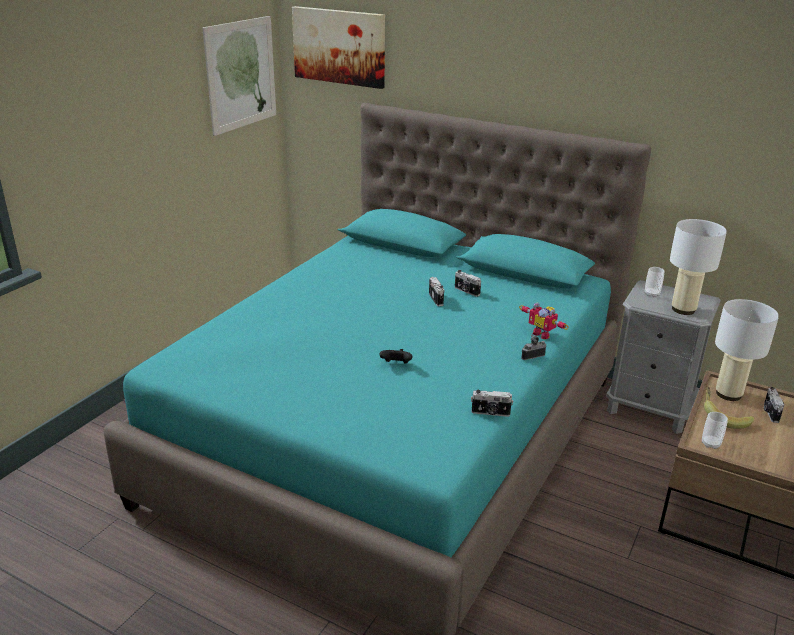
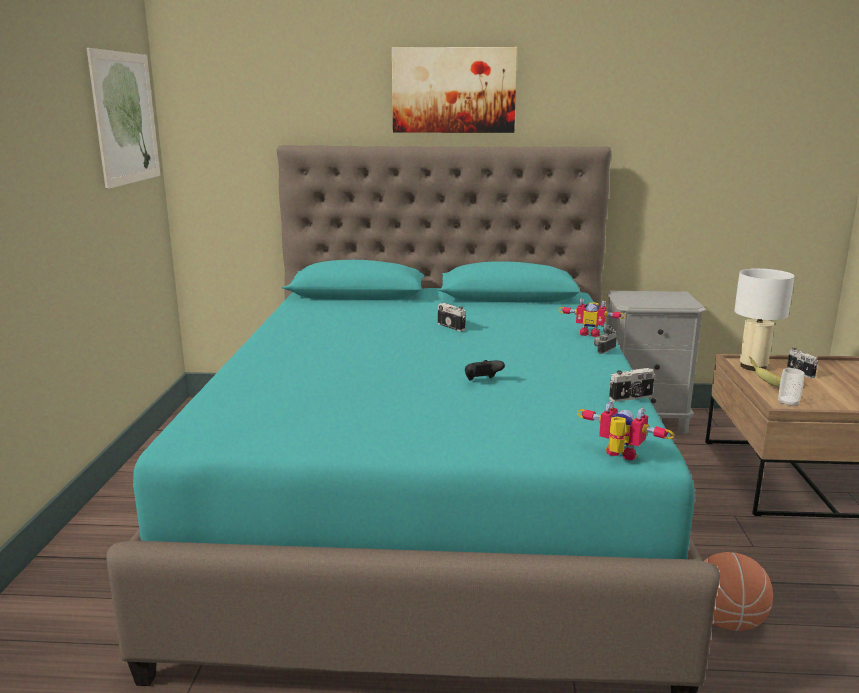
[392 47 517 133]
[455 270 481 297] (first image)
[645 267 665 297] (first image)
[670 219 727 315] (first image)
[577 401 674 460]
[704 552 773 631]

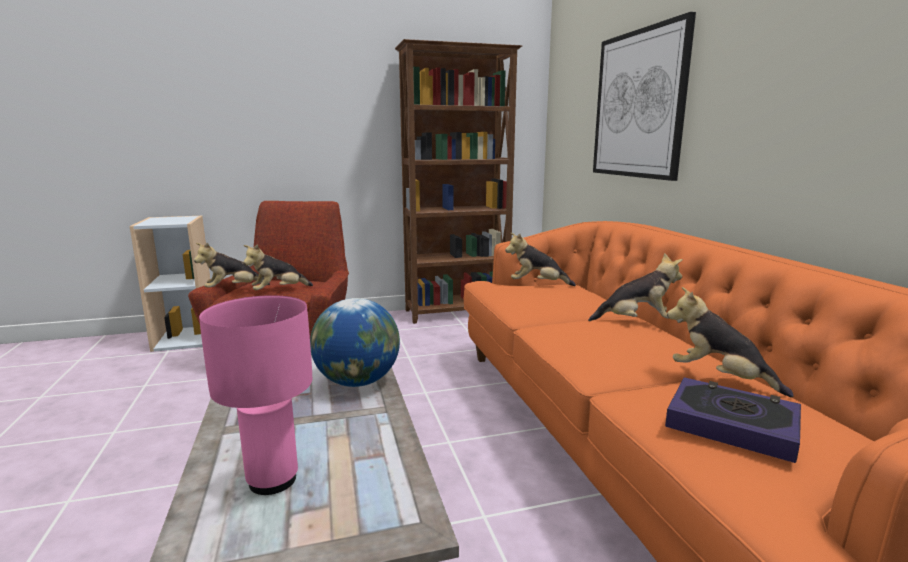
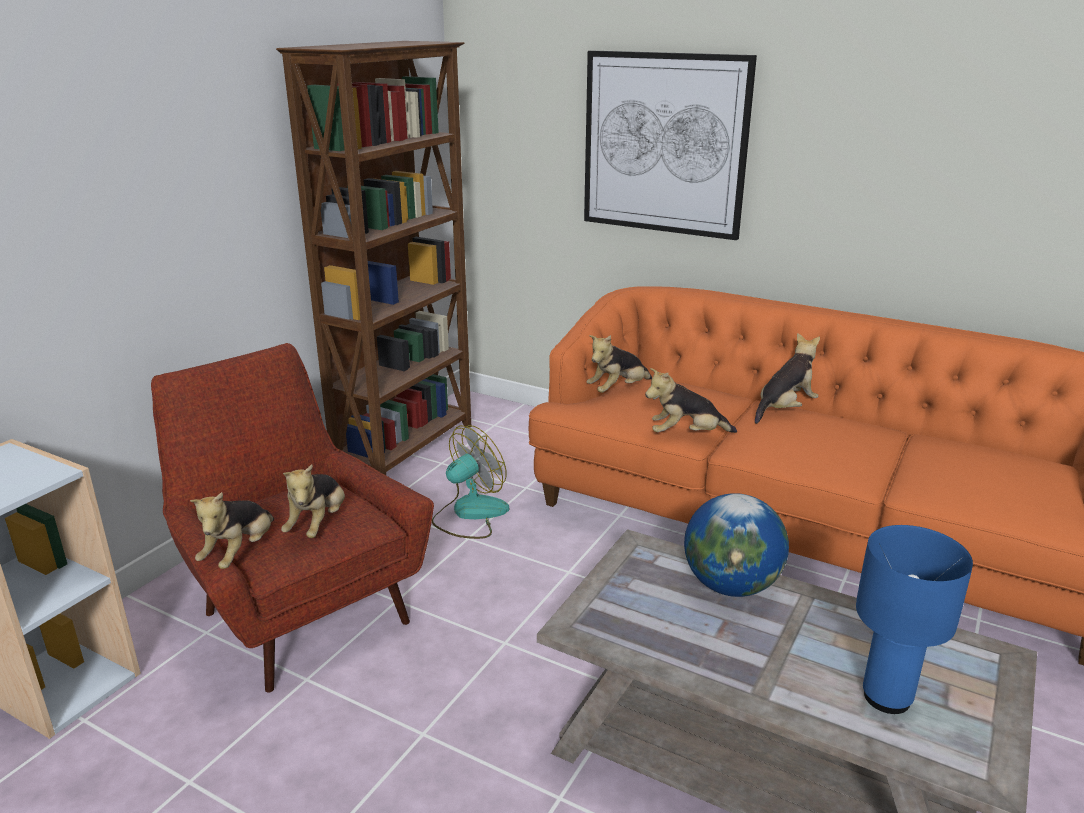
[856 525 973 714]
[665 377 801 463] (first image)
[645 368 737 433]
[432 425 509 539]

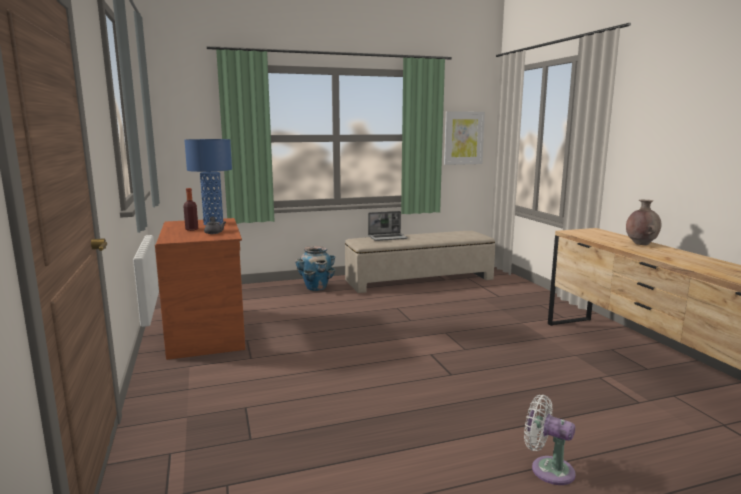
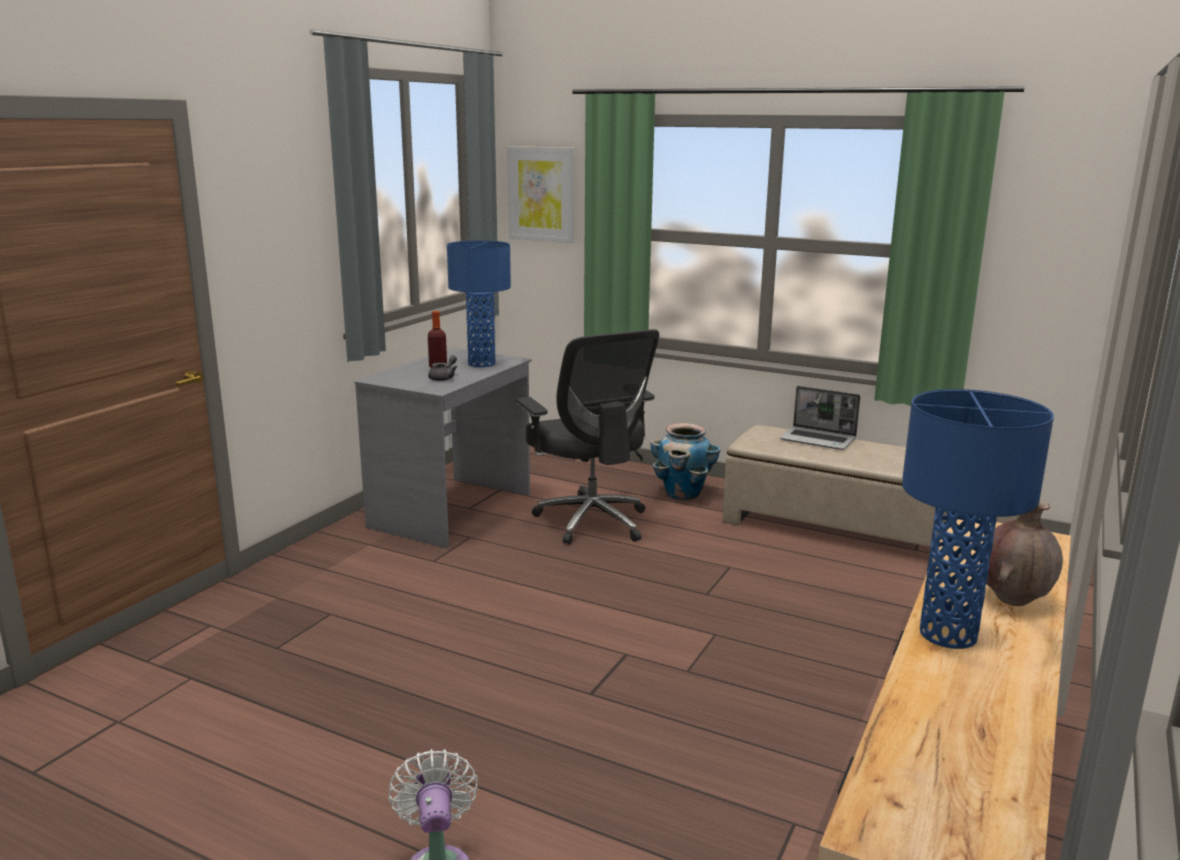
[355 348 532 548]
[507 146 574 243]
[516 329 659 545]
[902 389 1054 649]

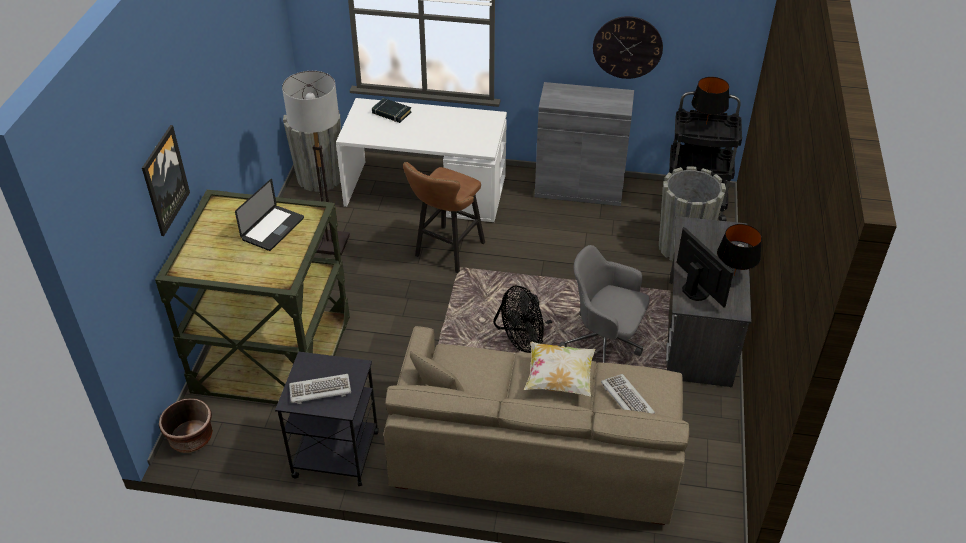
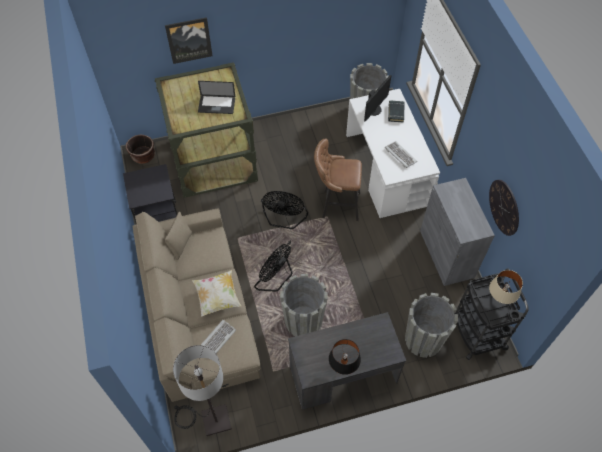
[173 345 232 436]
[385 141 417 168]
[280 274 328 336]
[364 75 391 122]
[489 270 523 304]
[261 191 308 244]

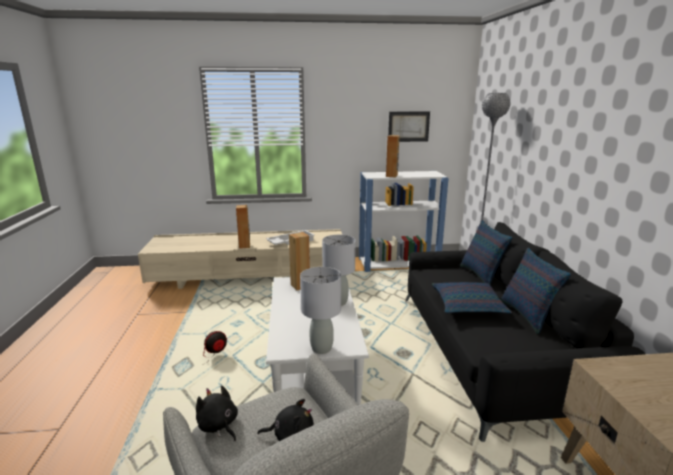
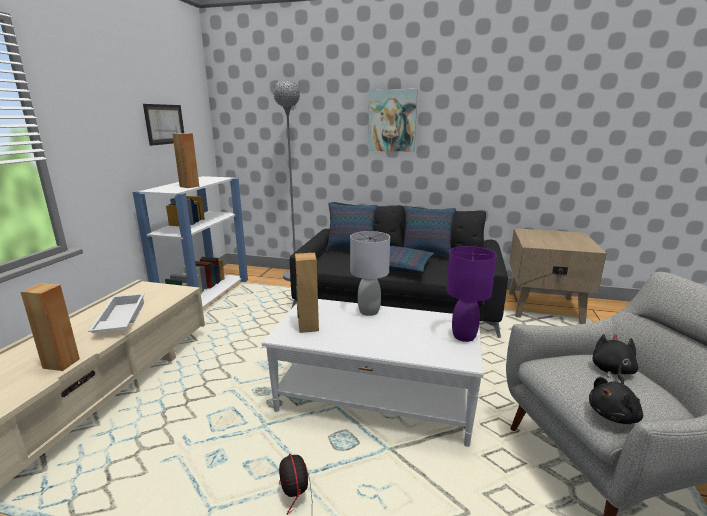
[446 246 497 342]
[368 89 418 152]

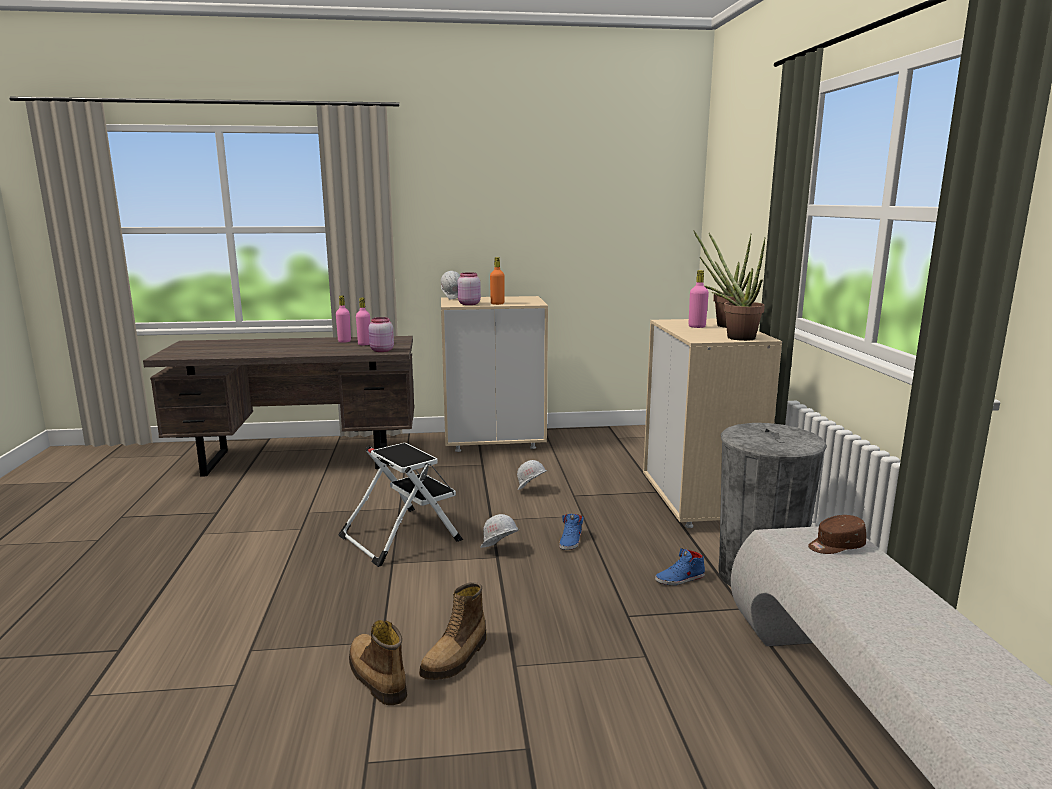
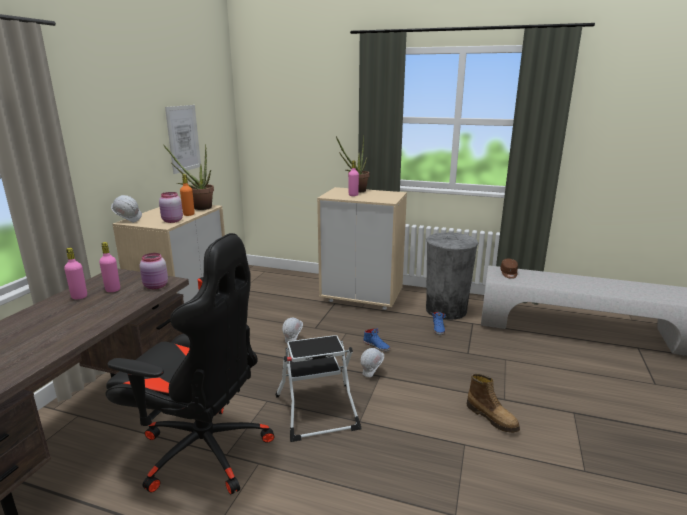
[349 620 407 705] (first image)
[163 144 214 210]
[105 233 274 494]
[165 105 201 174]

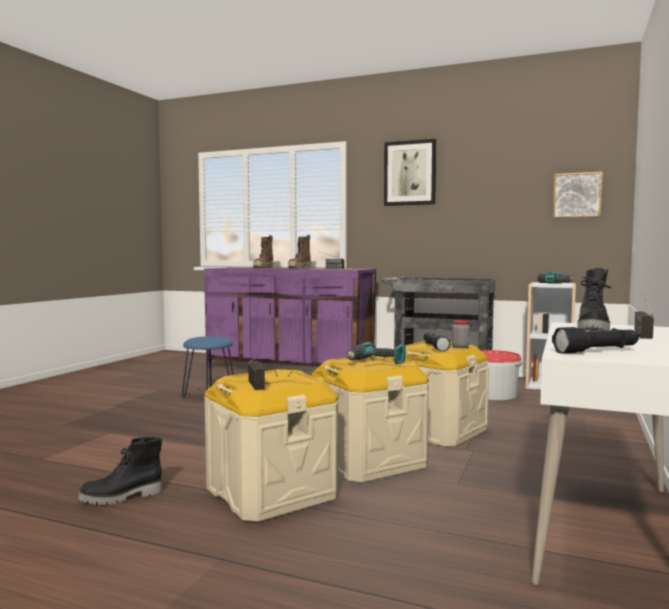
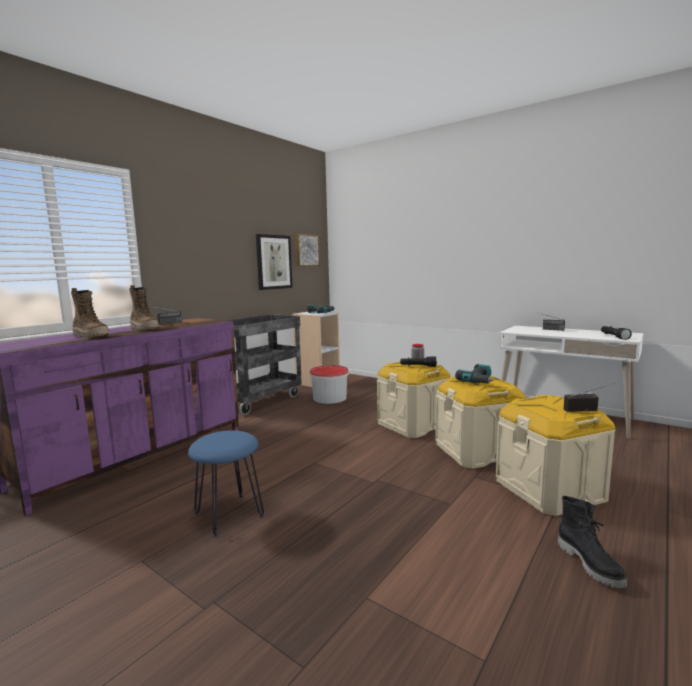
[256 234 293 290]
[577 268 611 331] (first image)

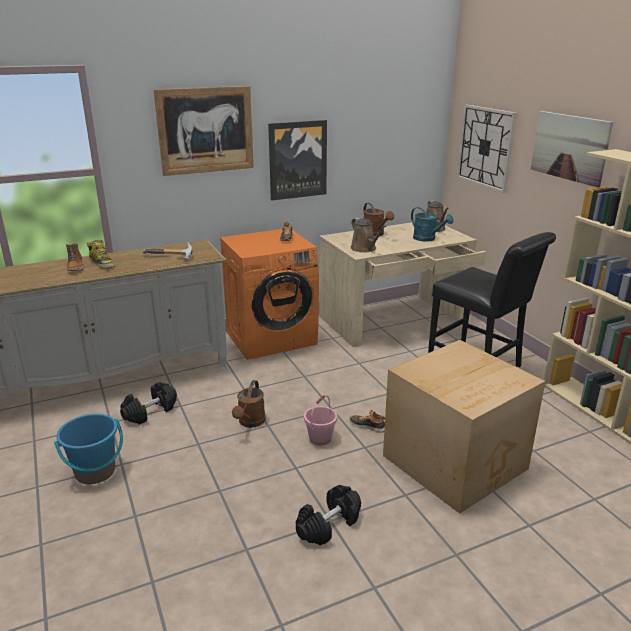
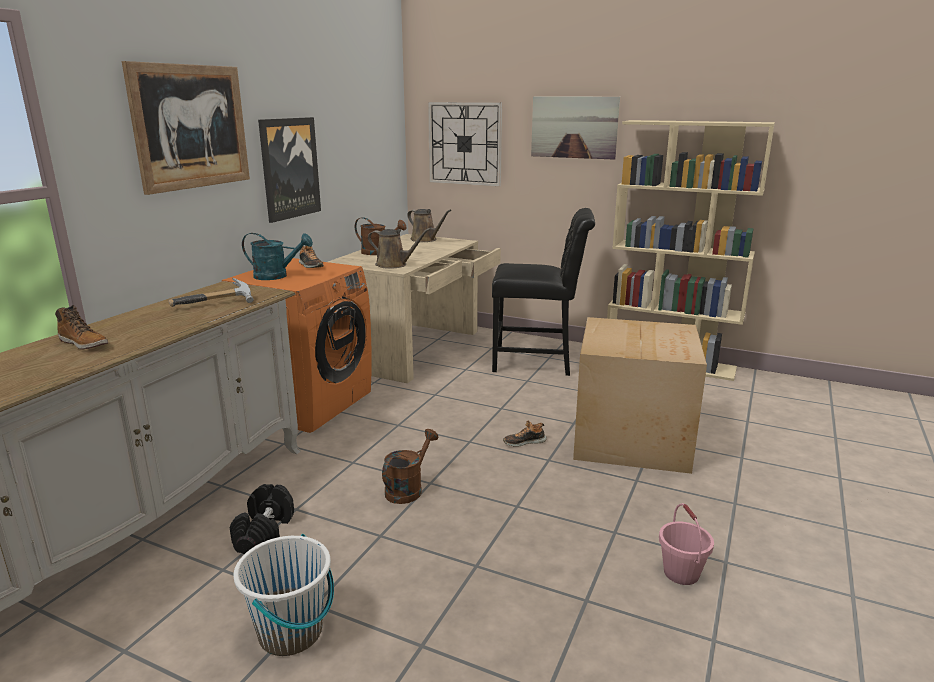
[233 534 334 656]
[87 240 115 269] (first image)
[382 429 439 504]
[296 485 361 545] (first image)
[659 503 714 585]
[242 233 313 280]

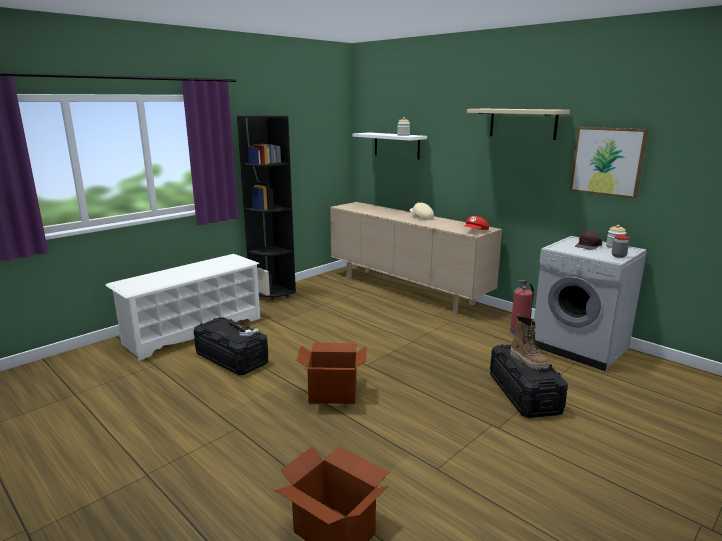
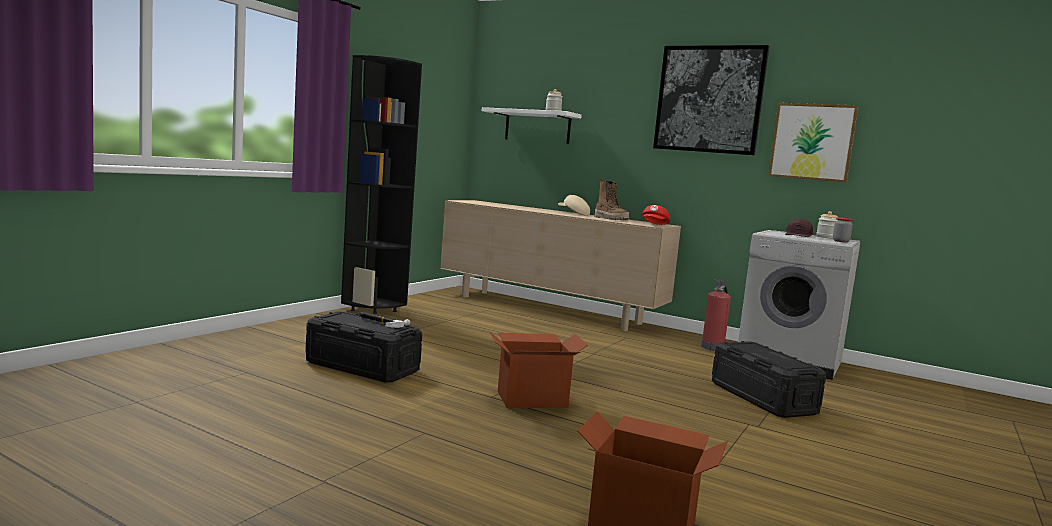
[105 254 260 361] (first image)
[653 45 769 156]
[594 179 629 220]

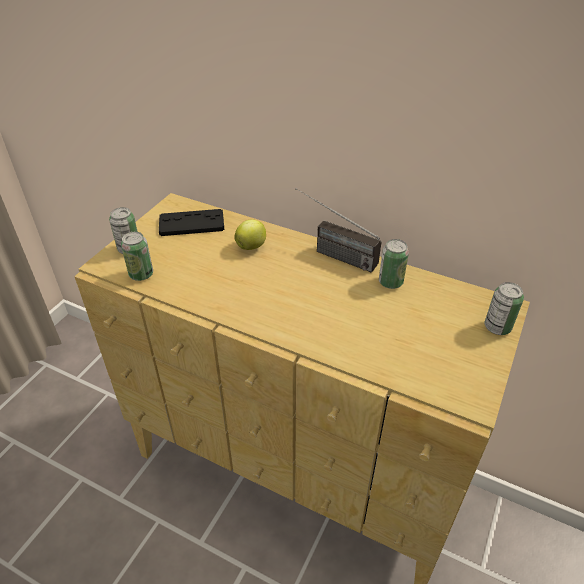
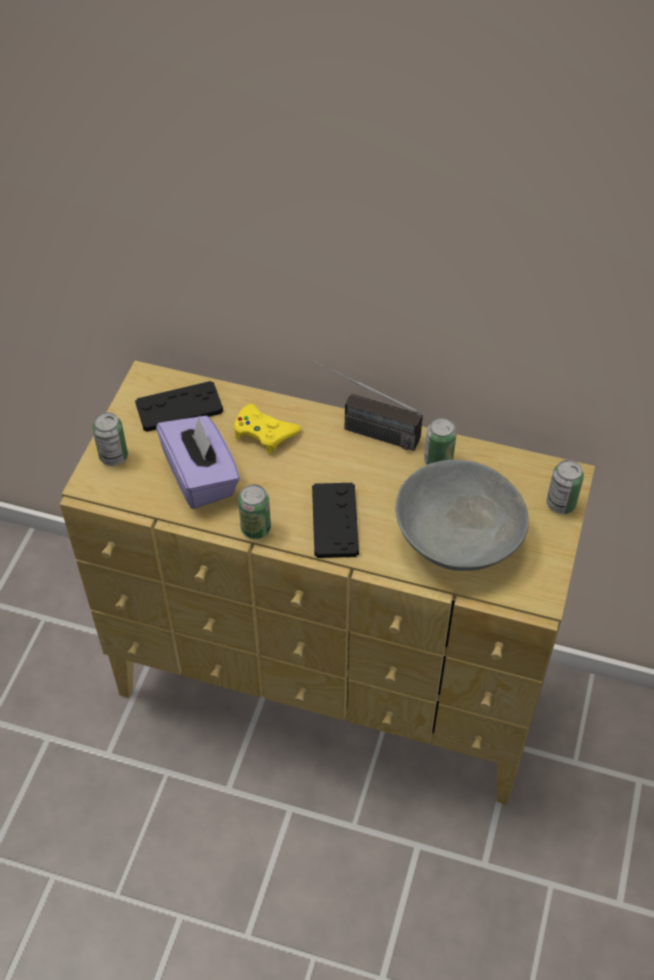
[238 484 271 539]
[234 404 302 454]
[156 416 240 509]
[312 483 359 558]
[396 460 529 571]

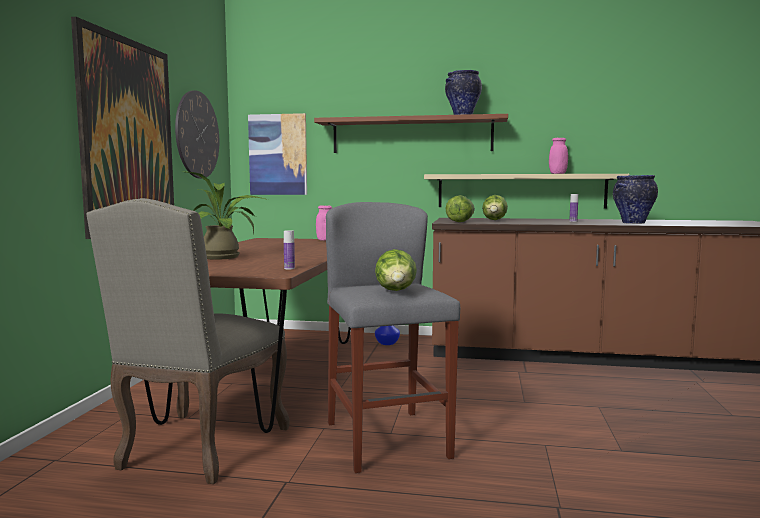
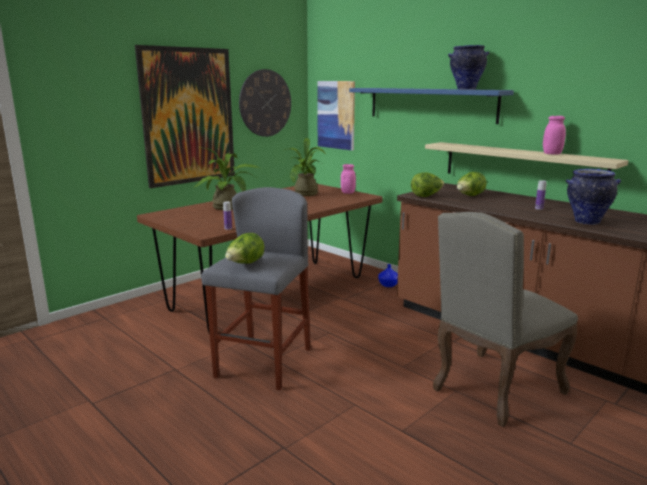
[433 212 578 427]
[349 88 514 124]
[285 138 326 196]

